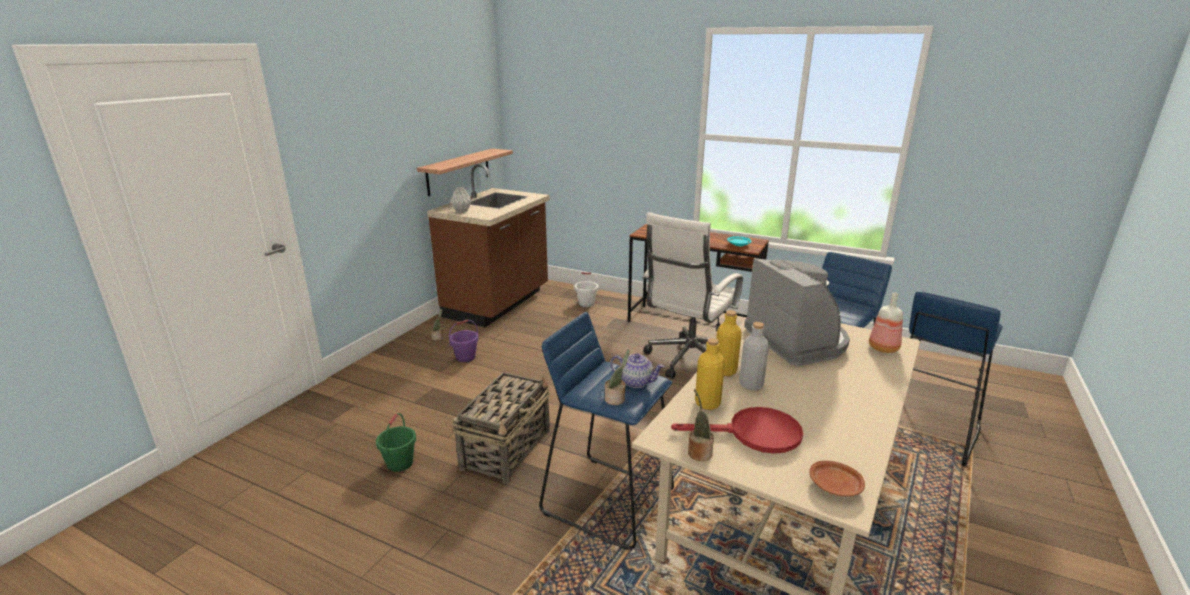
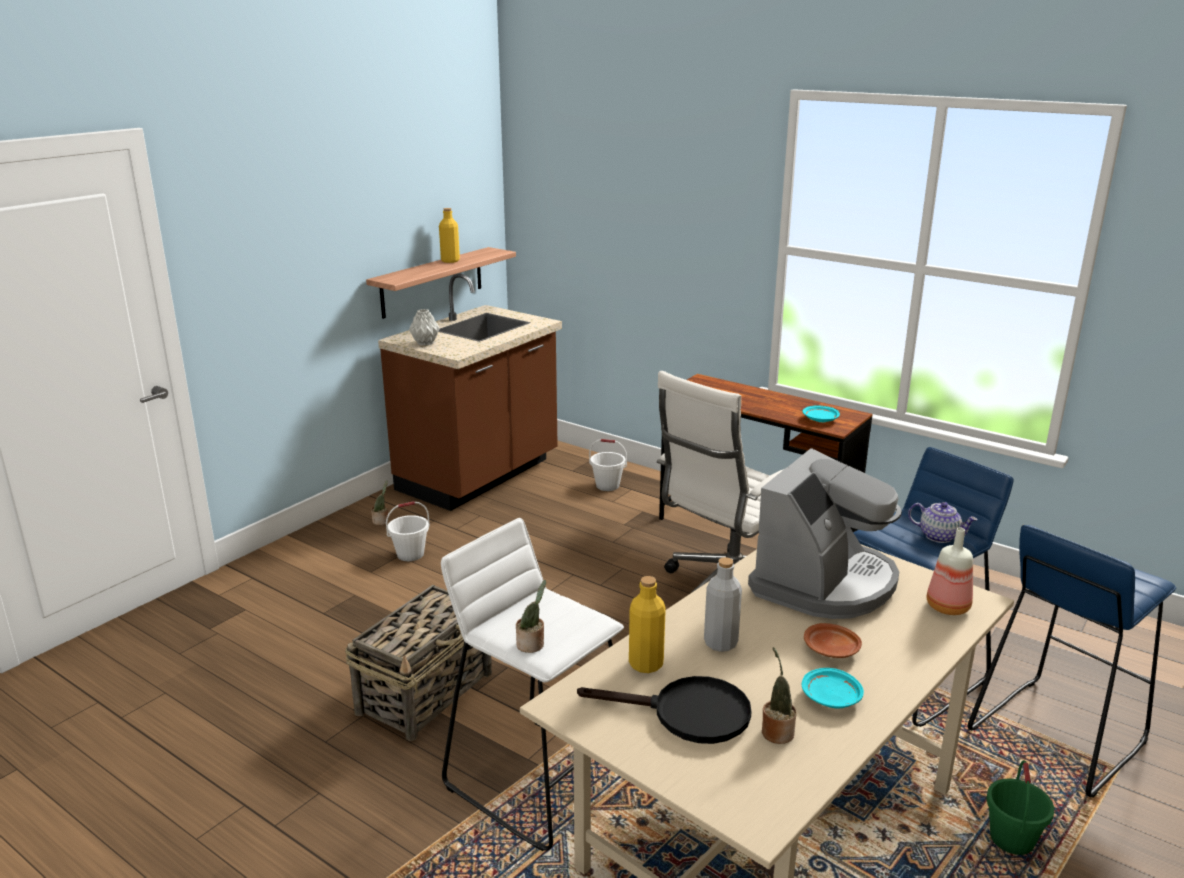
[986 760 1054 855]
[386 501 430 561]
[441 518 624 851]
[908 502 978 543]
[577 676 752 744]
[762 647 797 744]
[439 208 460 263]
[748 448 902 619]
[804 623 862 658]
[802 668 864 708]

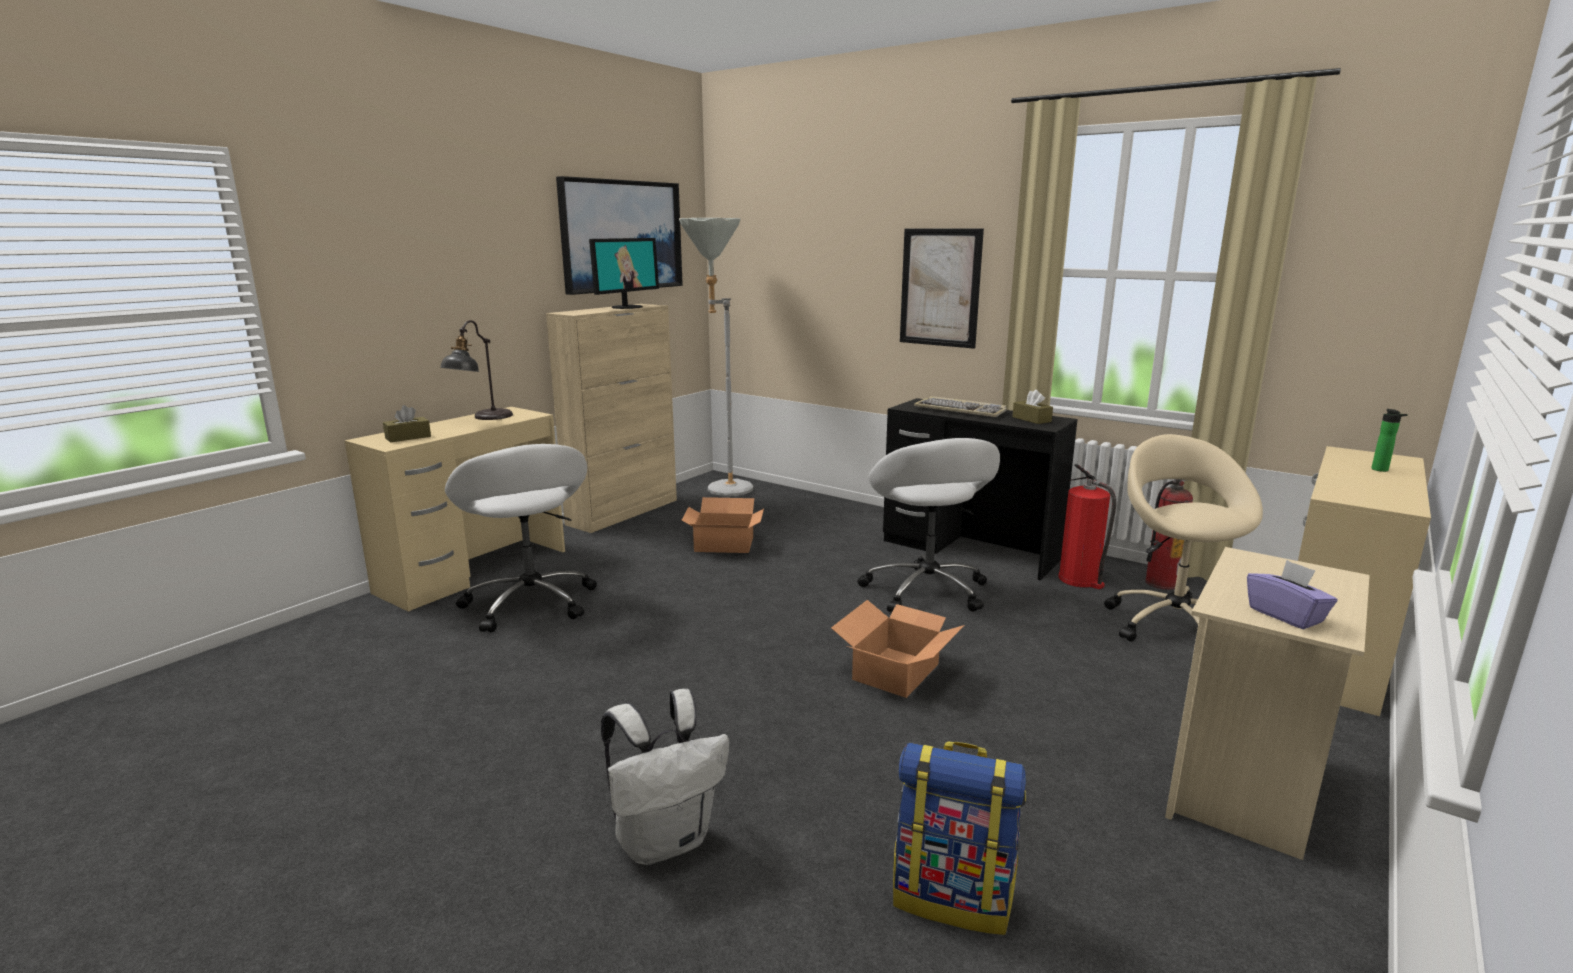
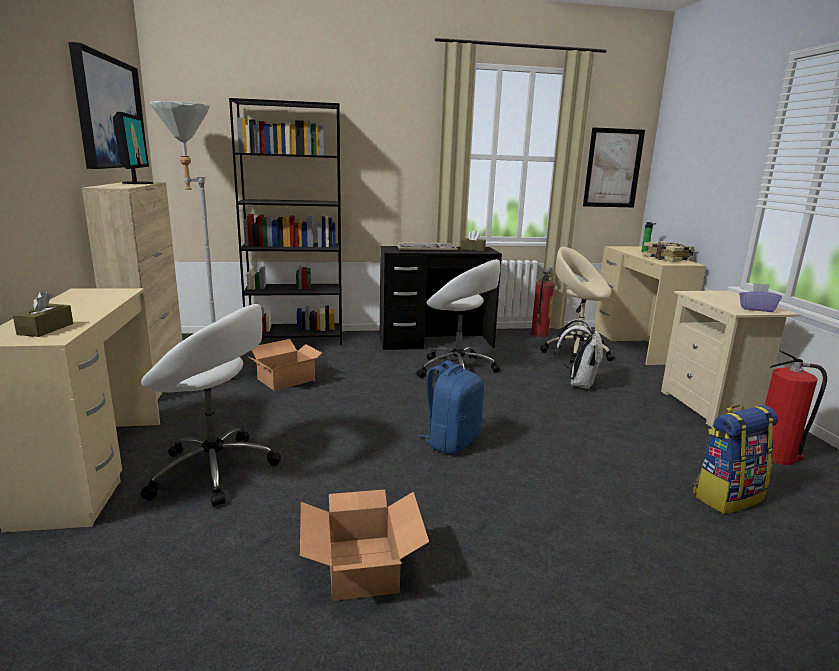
[440 320 513 420] (first image)
[554 319 603 389]
[300 489 429 601]
[583 127 645 207]
[765 350 827 465]
[229 98 342 345]
[417 360 484 454]
[643 241 695 262]

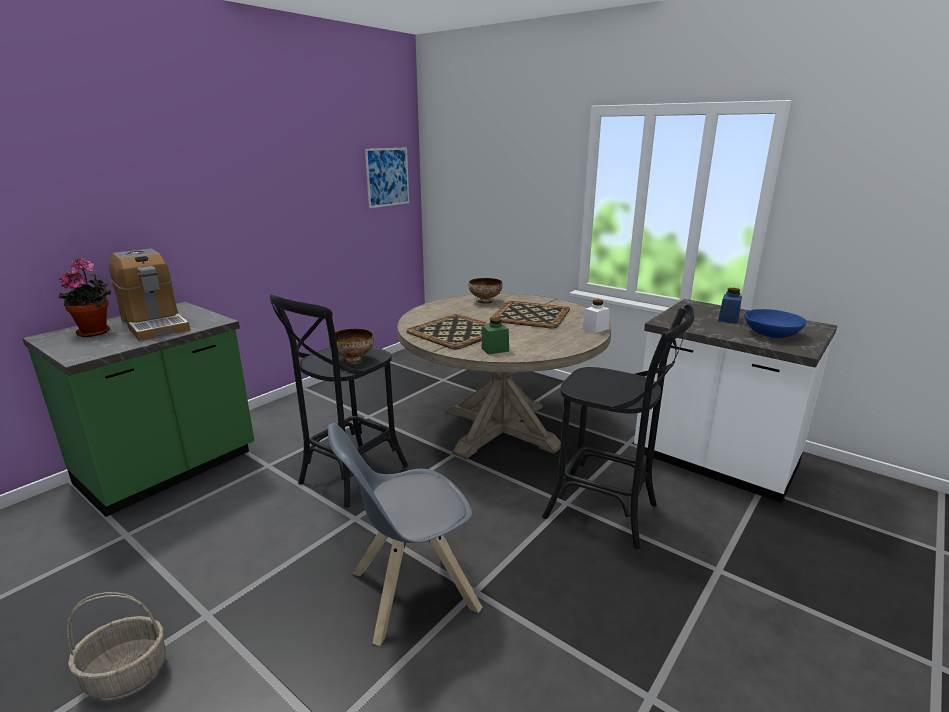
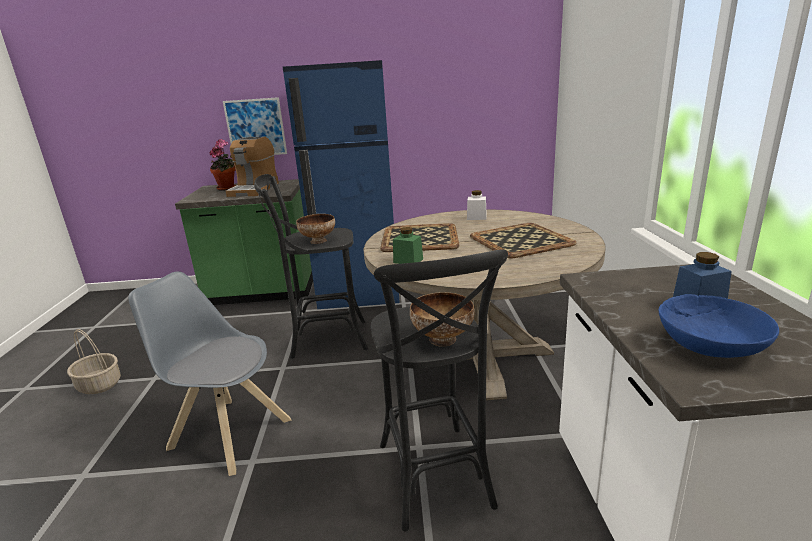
[223 97 287 155]
[410 292 475 347]
[467 190 487 220]
[283 60 400 309]

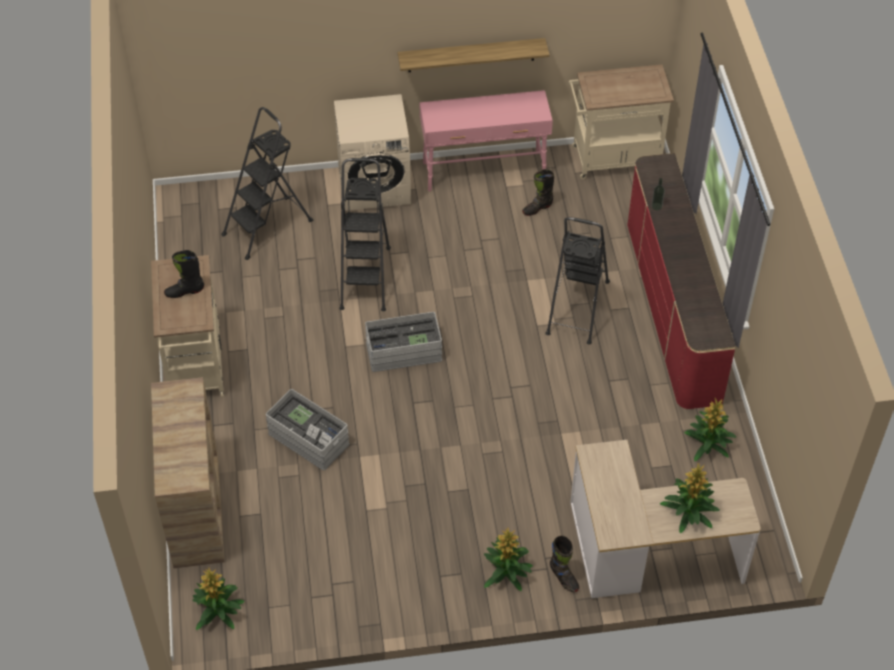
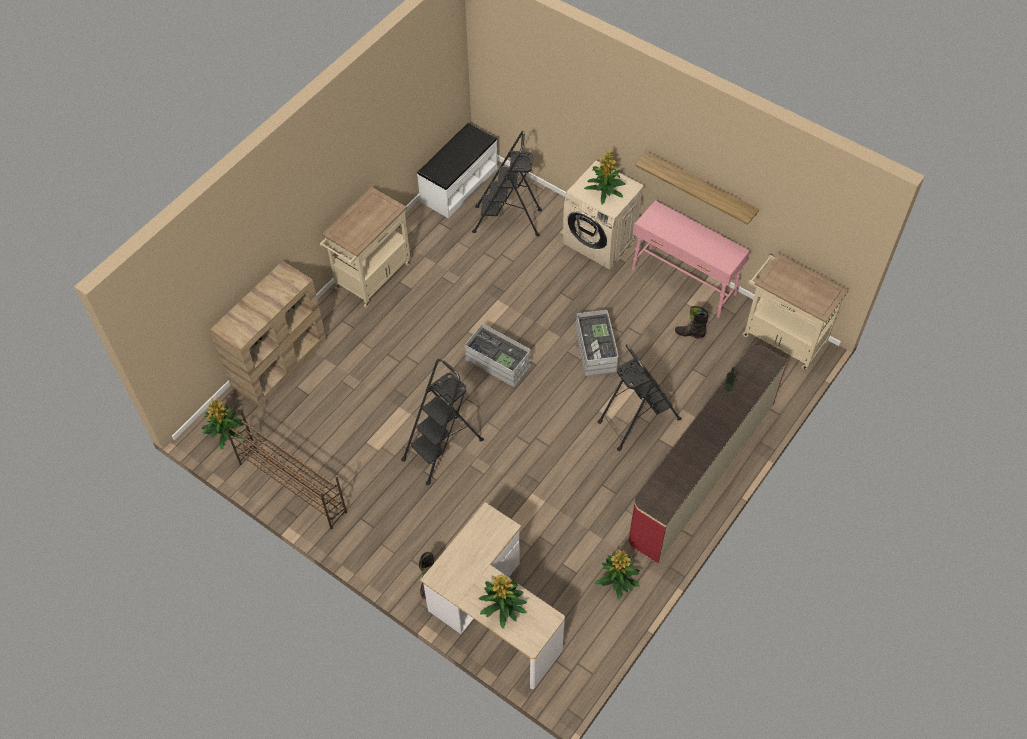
[164 250 204 298] (first image)
[575 310 619 376]
[401 359 484 485]
[584 148 626 205]
[225 412 347 529]
[417 123 497 218]

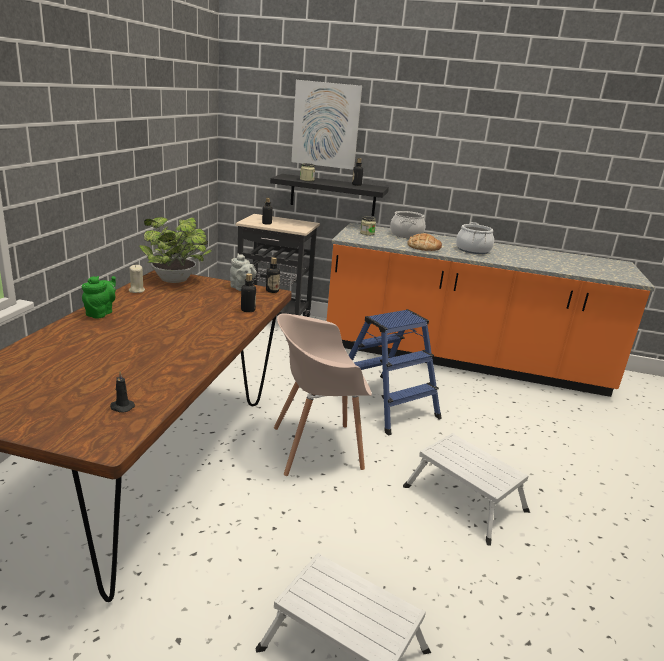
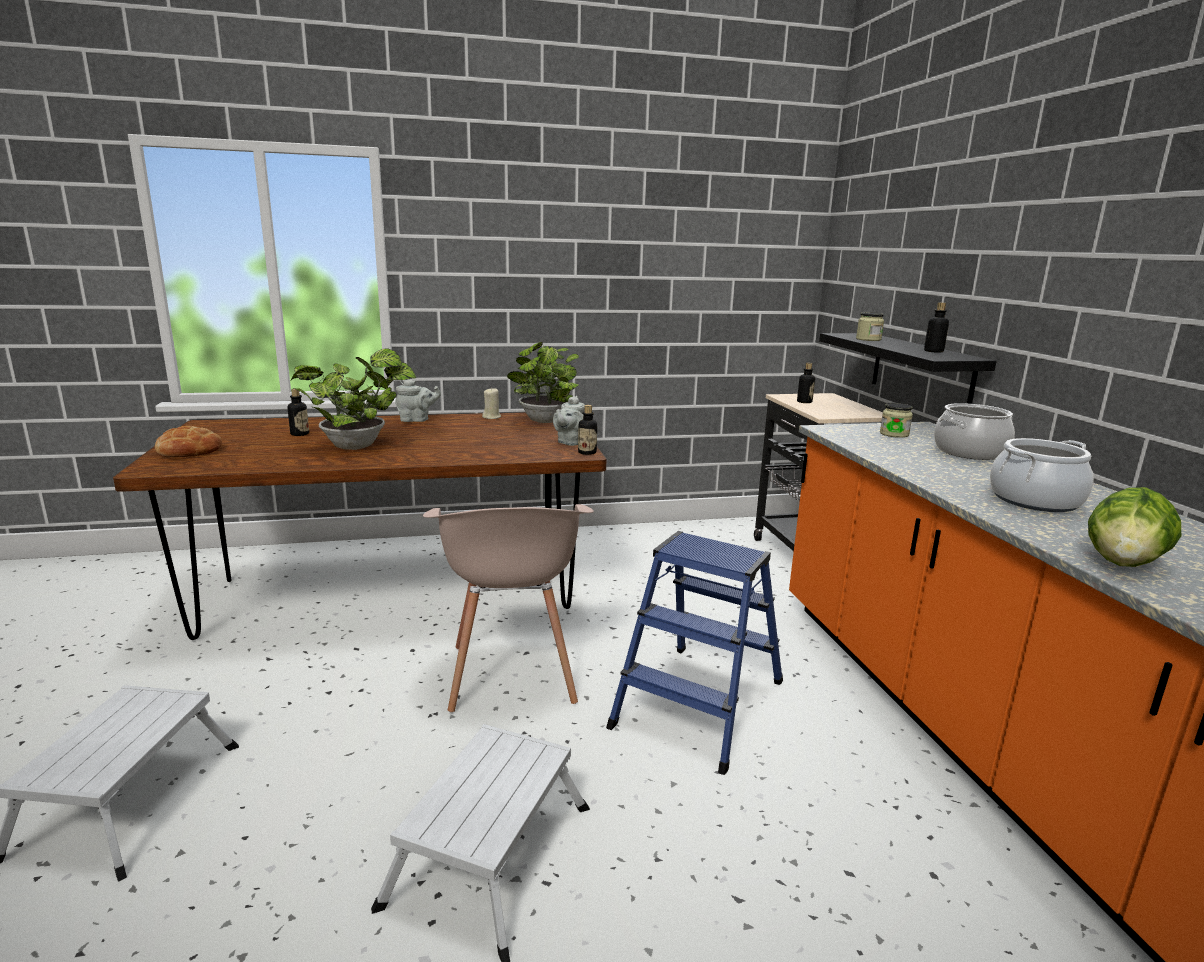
[395 379 441 422]
[110 372 135 413] (first image)
[288 389 309 436]
[423 504 594 712]
[291 80 362 170] (first image)
[155 426 222 457]
[291 348 416 450]
[1088 487 1181 567]

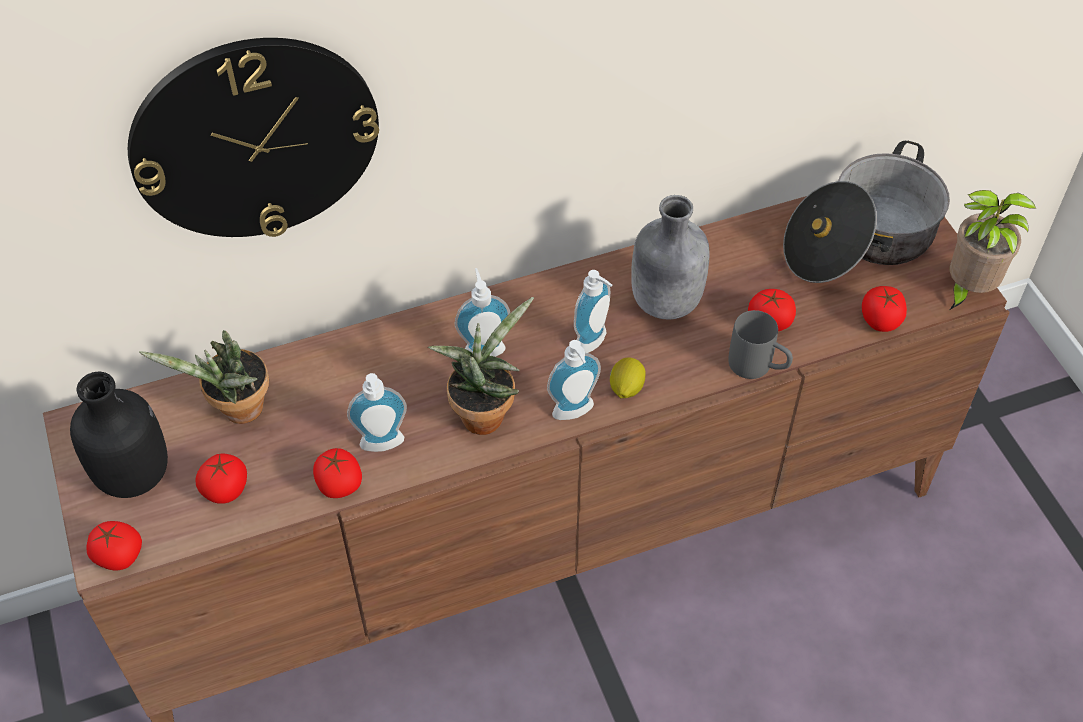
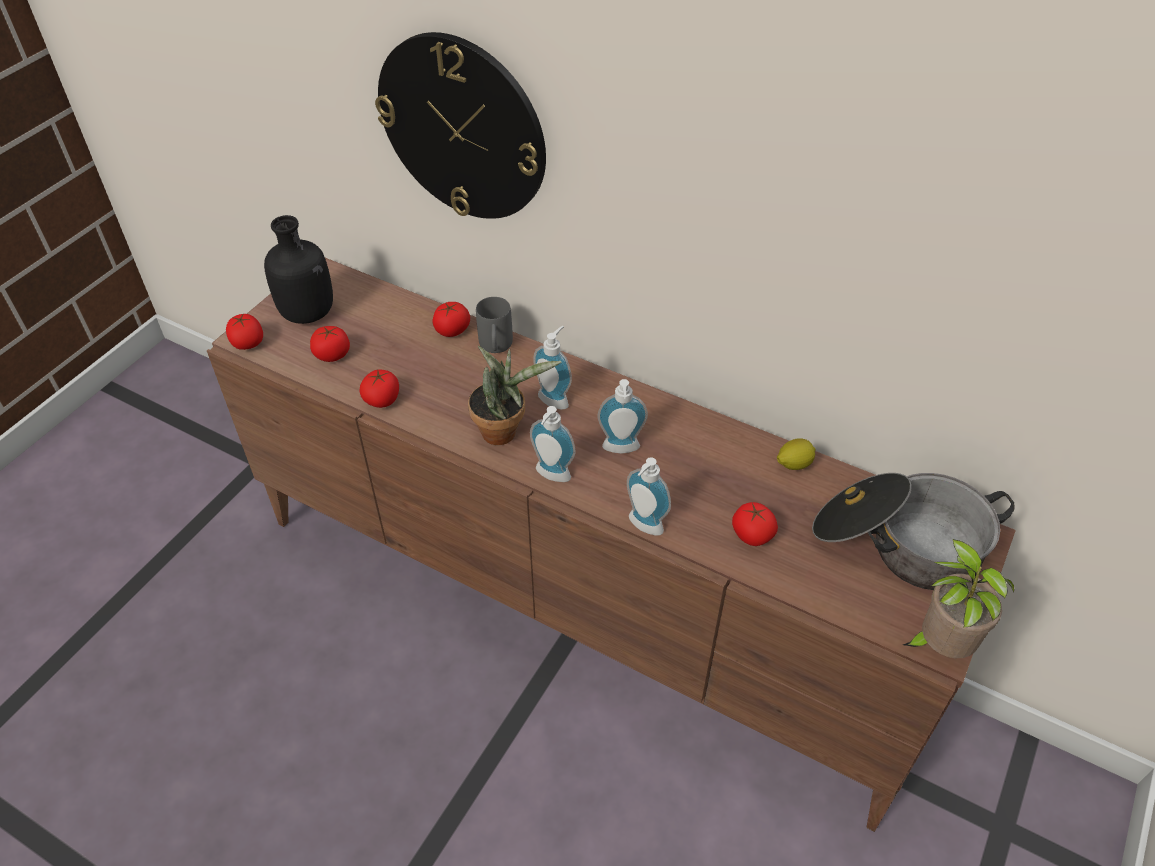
[139 330 269 424] (first image)
[627 457 671 536]
[777 438 816 470]
[631 195 710 320] (first image)
[476 297 513 353]
[432 302 470 337]

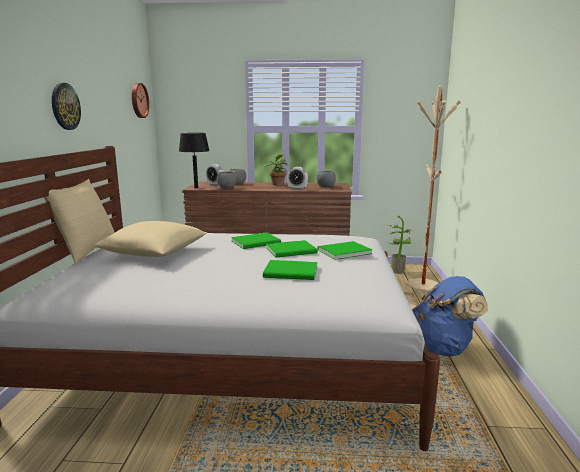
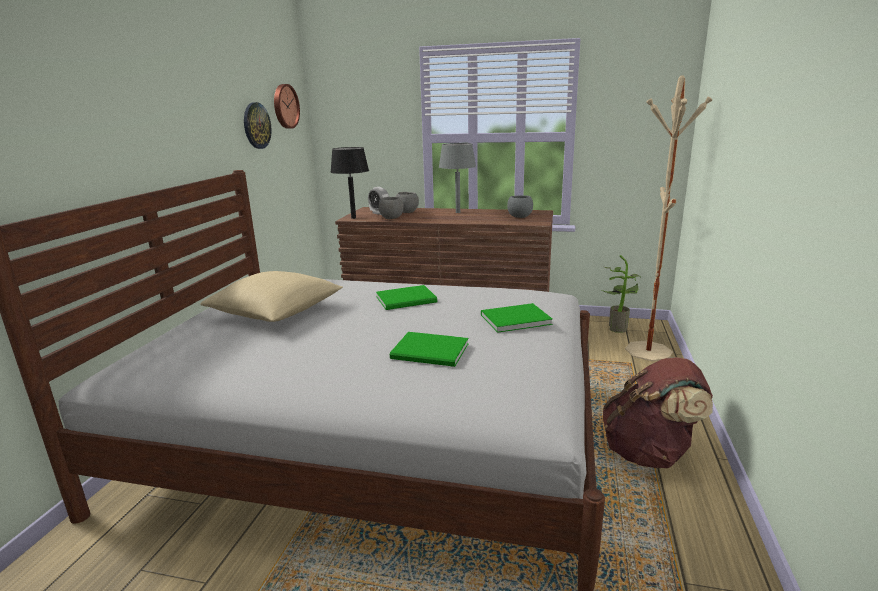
[44 179 115 264] (first image)
[244 102 272 149]
[439 143 476 213]
[266 240 318 258] (first image)
[287 167 308 190] (first image)
[603 357 713 468]

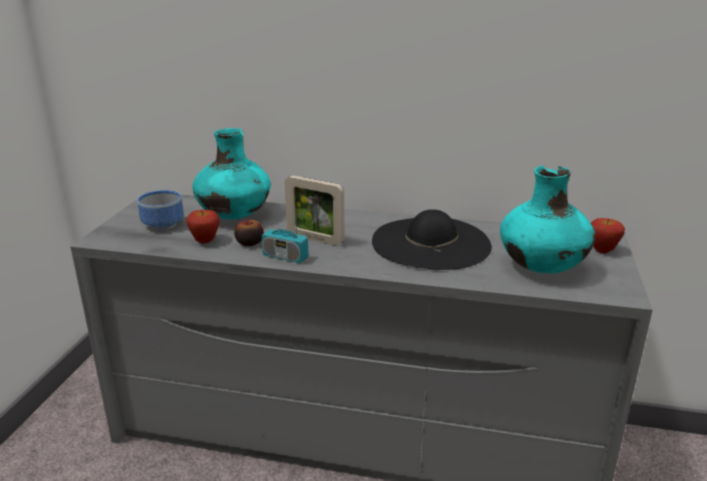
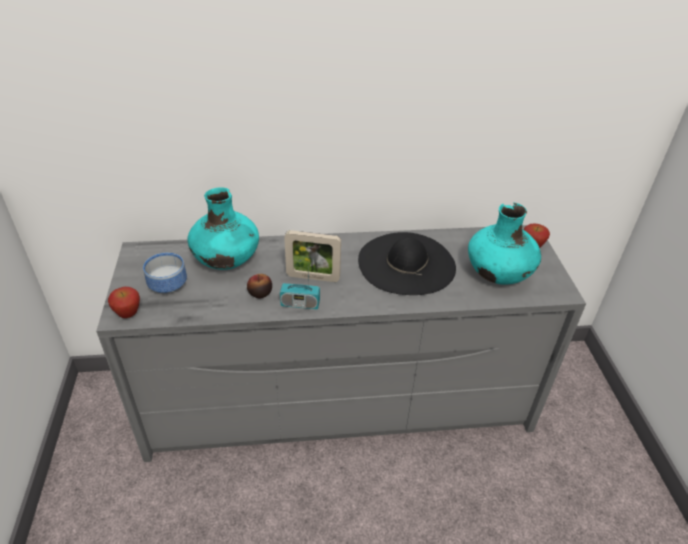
[108 287 140 318]

